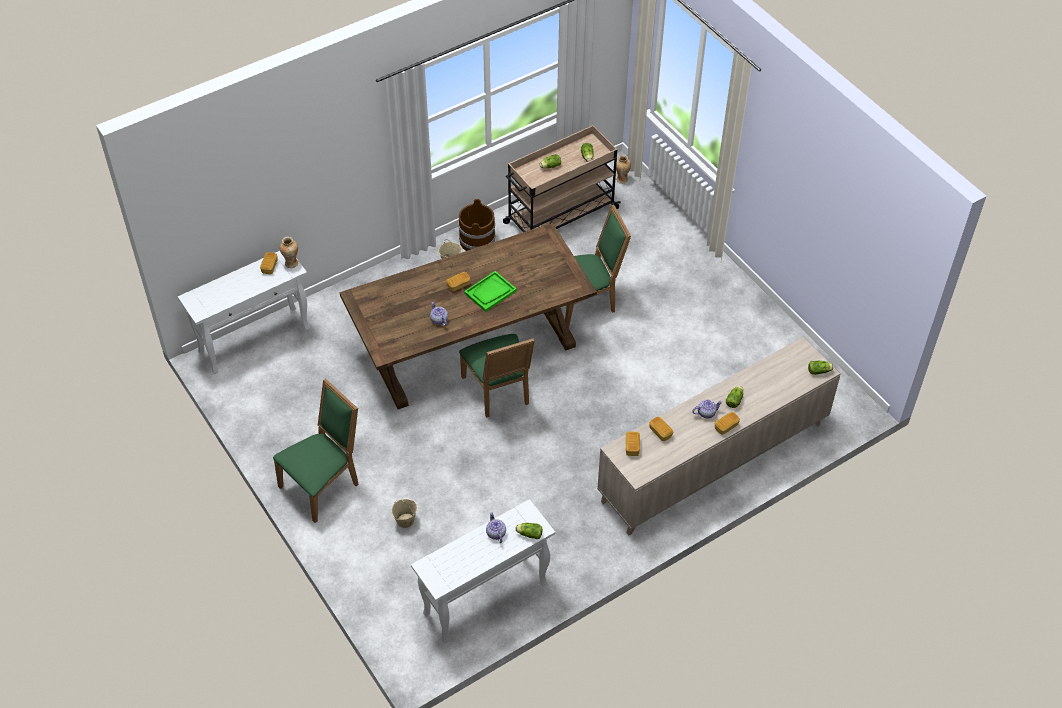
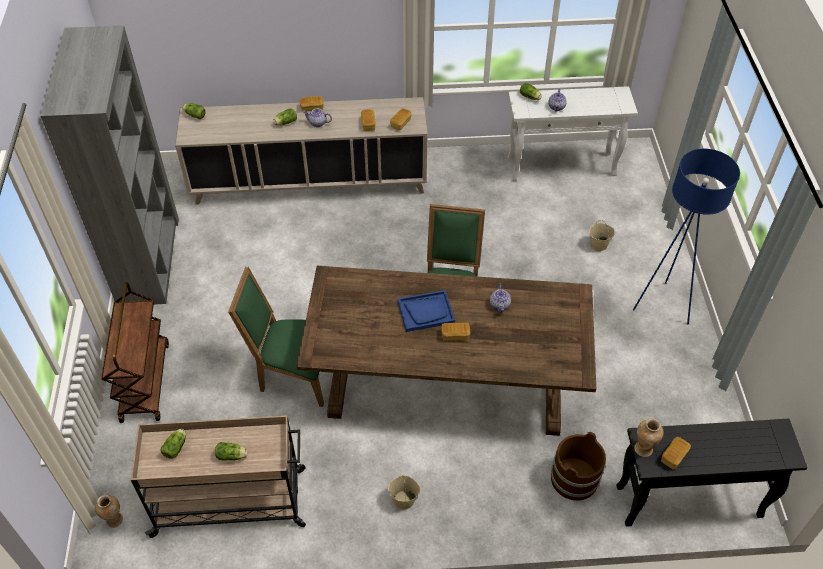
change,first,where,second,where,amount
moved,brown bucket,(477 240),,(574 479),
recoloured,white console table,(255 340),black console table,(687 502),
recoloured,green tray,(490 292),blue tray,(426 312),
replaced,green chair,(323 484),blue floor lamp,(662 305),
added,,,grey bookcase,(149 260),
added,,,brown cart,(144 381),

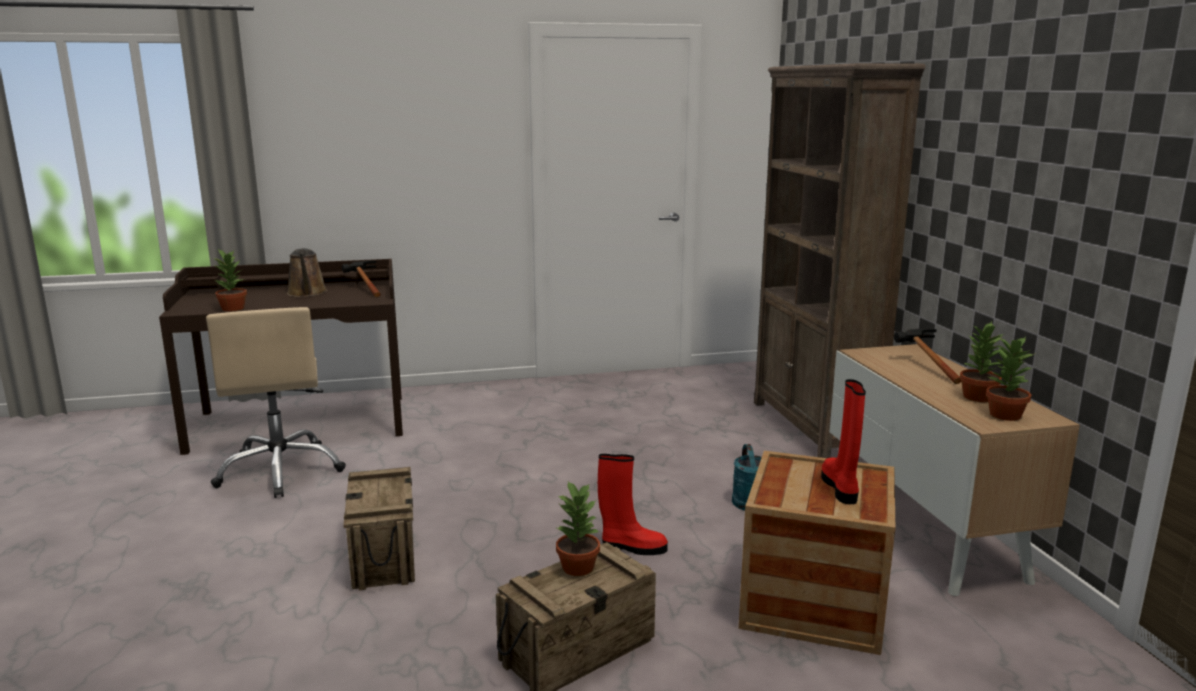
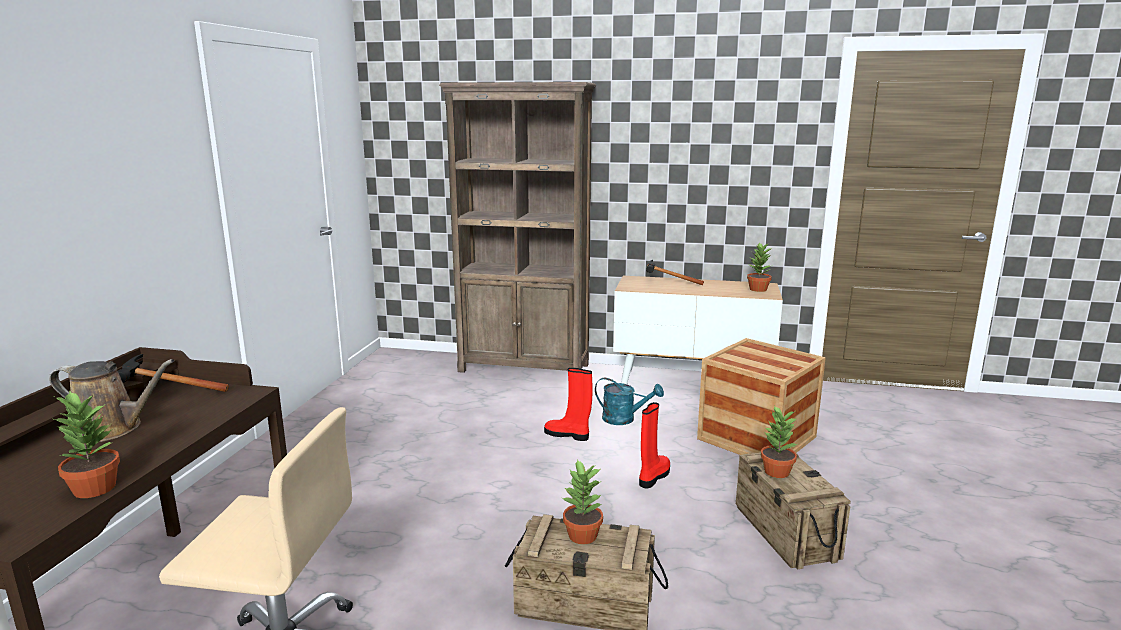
change,first,where,second,where,amount
moved,potted plant,(977 397),,(582 536),
moved,red boot,(841 488),,(568 435),

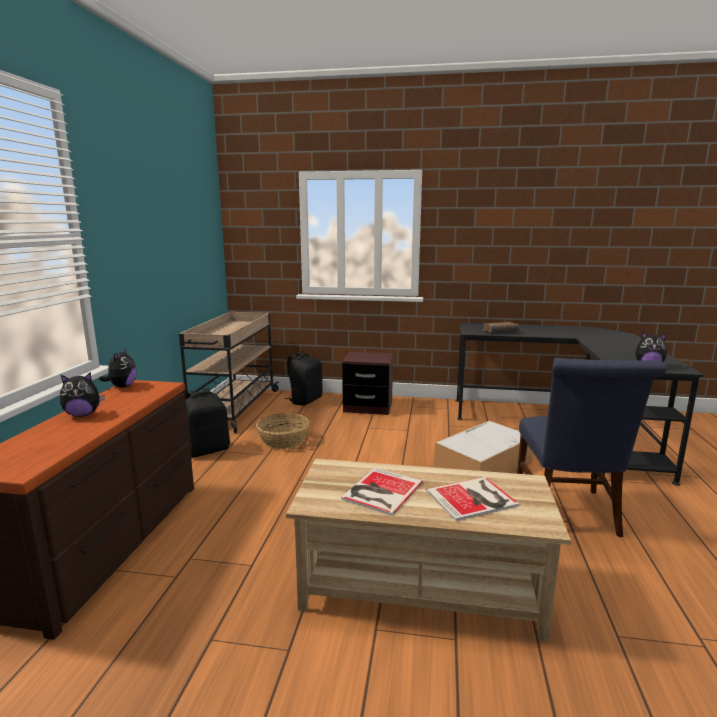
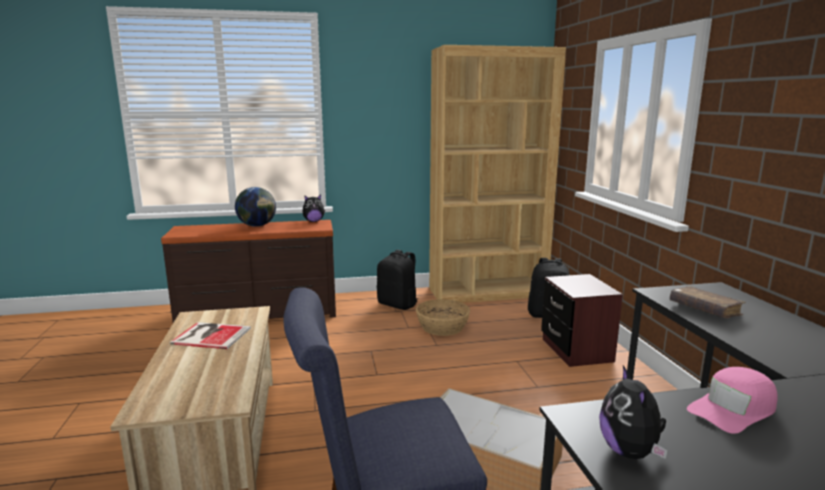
change,first,where,second,where,amount
replaced,beige cart,(234 409),brown bookcase,(487 292),
replaced,plush toy,(83 414),globe,(257 226),
removed,book,(474 498),,,
added,,,pink cap,(733 409),

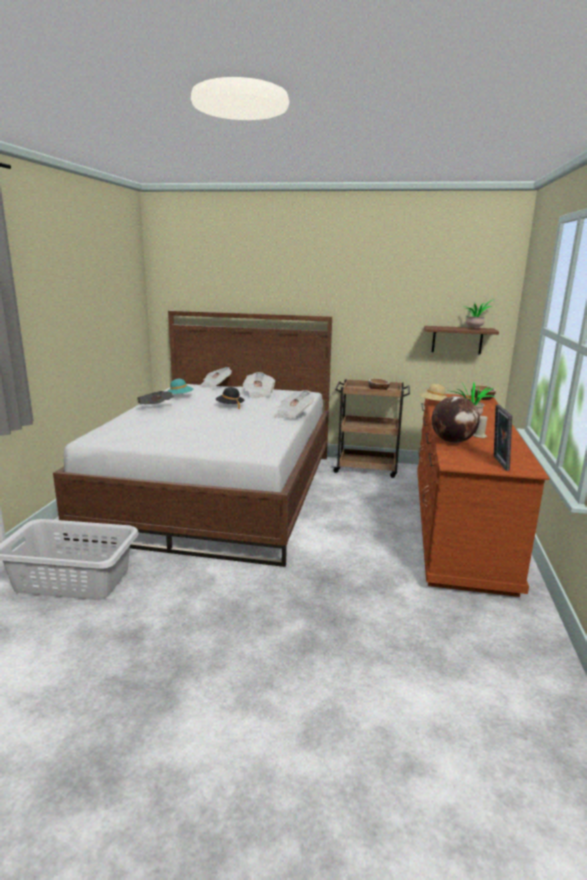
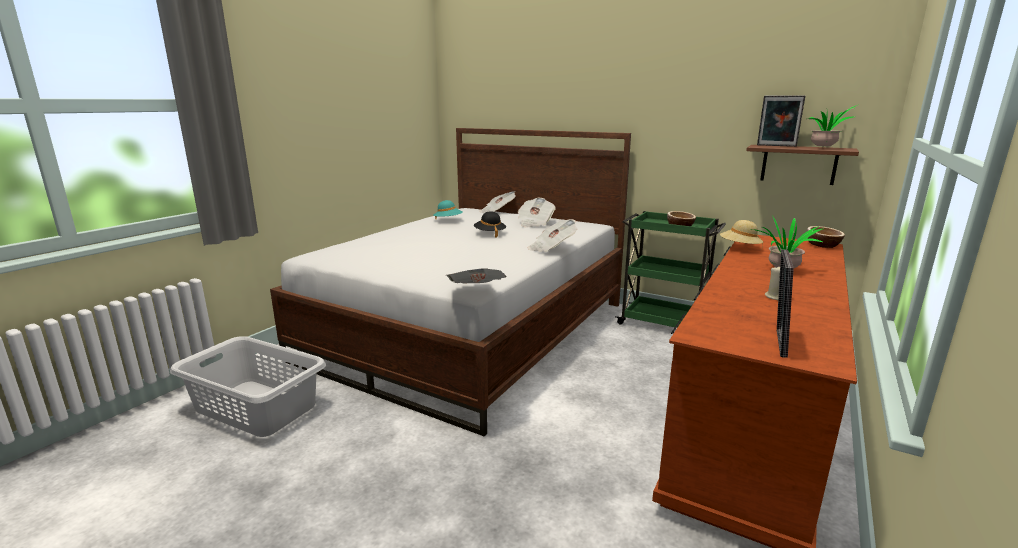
change,first,where,second,where,amount
recoloured,brown cart,(367 468),green cart,(663 323),
moved,newspaper,(156 408),,(477 292),
removed,globe,(452 441),,,
added,,,picture frame,(776 146),

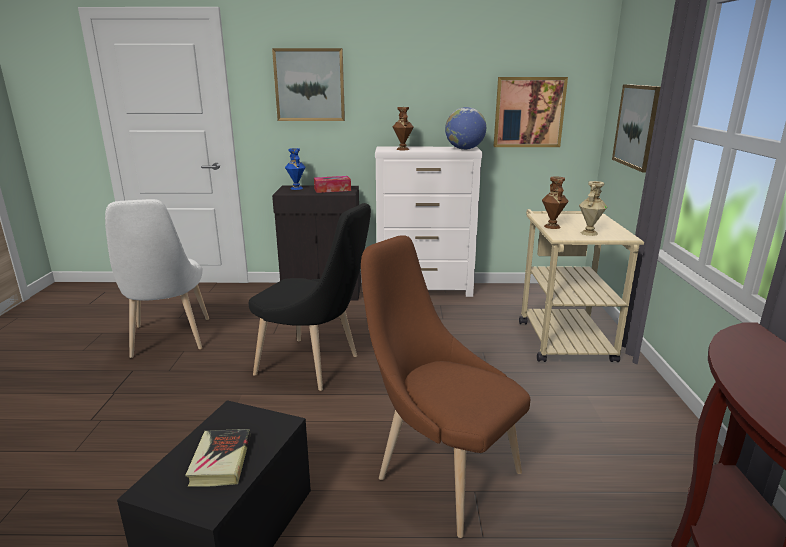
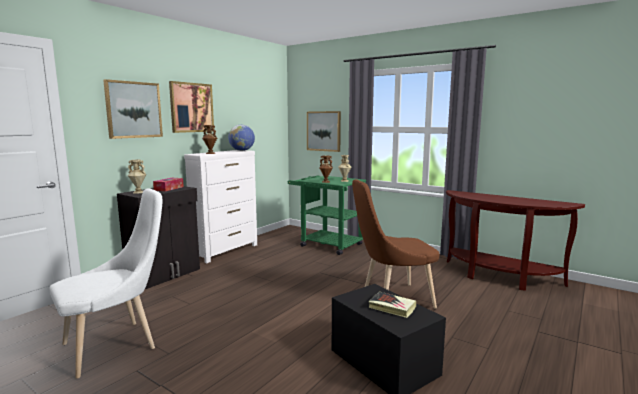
change,first,where,second,where,amount
moved,picture,(529 112),,(191 107),
recoloured,blue vase,(296 188),beige vase,(138 192),
turned,white chair,(169 340),,(116 345),60 degrees counterclockwise
removed,black chair,(314 366),,,
recoloured,beige cart,(561 336),green cart,(326 244),

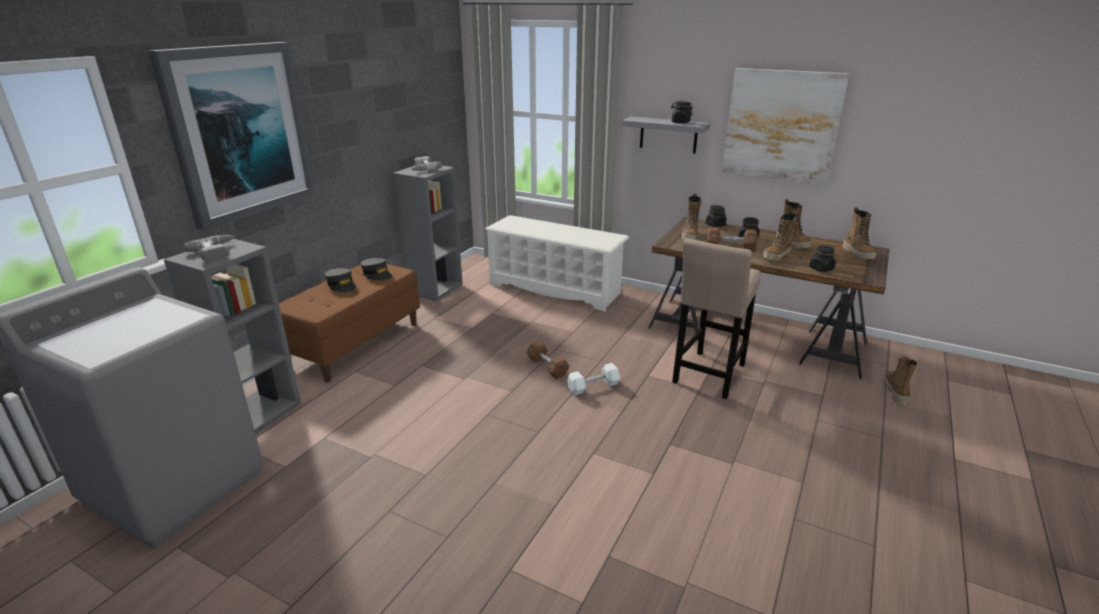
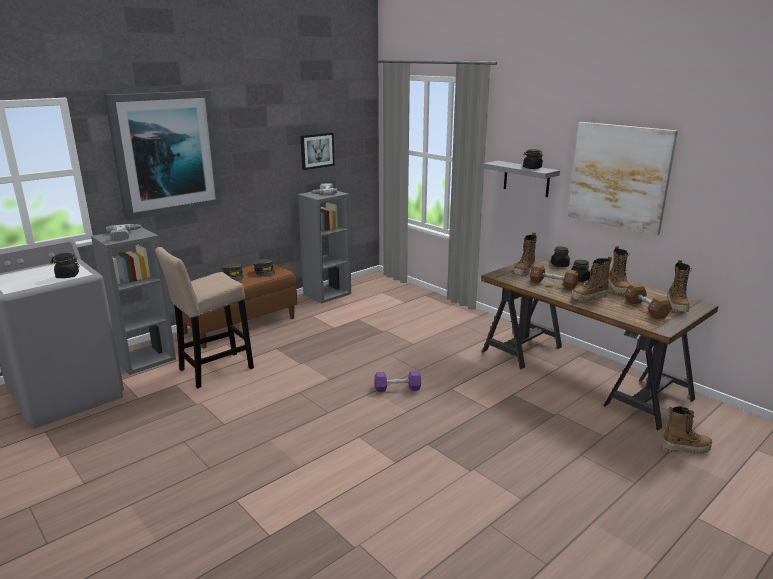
change,first,where,second,where,amount
removed,white shoe rack,(555 289),,,
moved,beige stool,(708 376),,(212 370),
moved,black jar,(821 269),,(67 276),
moved,brown dumbbell,(547 367),,(645 309),
turned,boot,(895 392),,(685 448),60 degrees clockwise
recoloured,white dumbbell,(593 387),purple dumbbell,(397 388),
added,,,picture,(317 150),

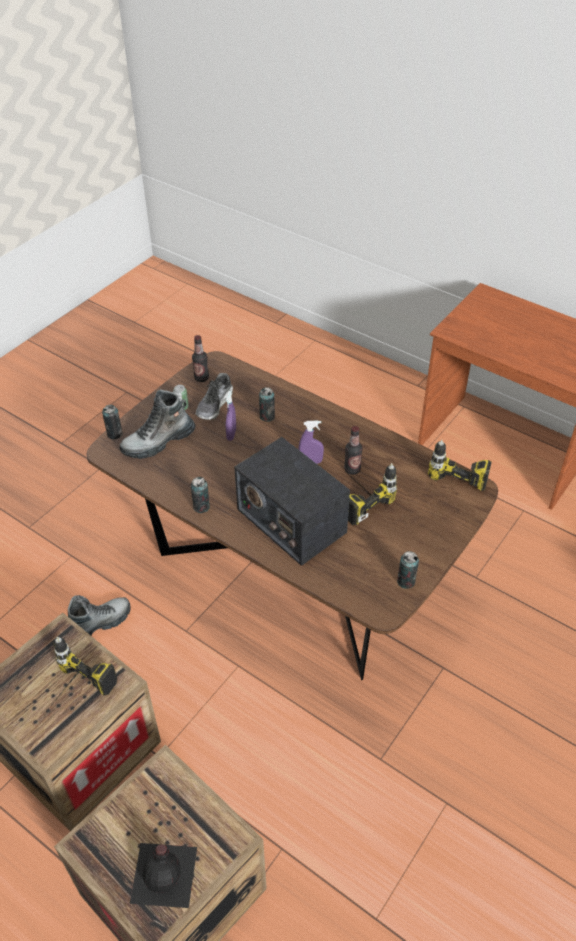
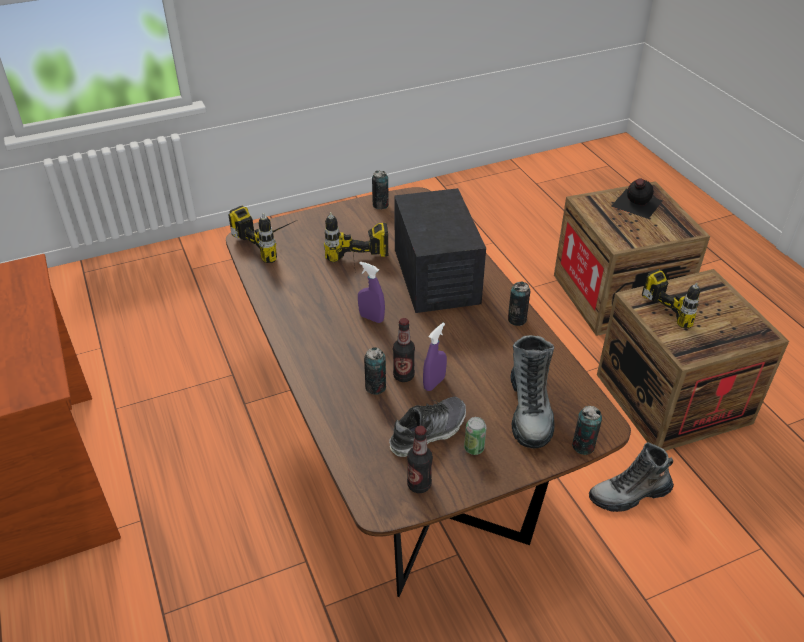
change,first,where,second,where,amount
turned,boot,(158 442),,(529 410),90 degrees clockwise
moved,bottle,(352 469),,(403 376),

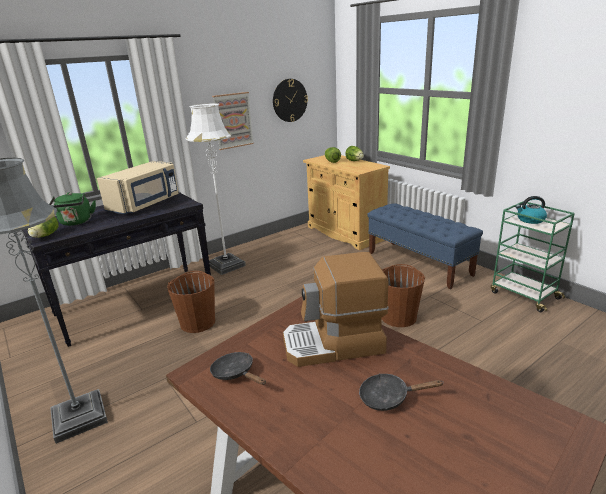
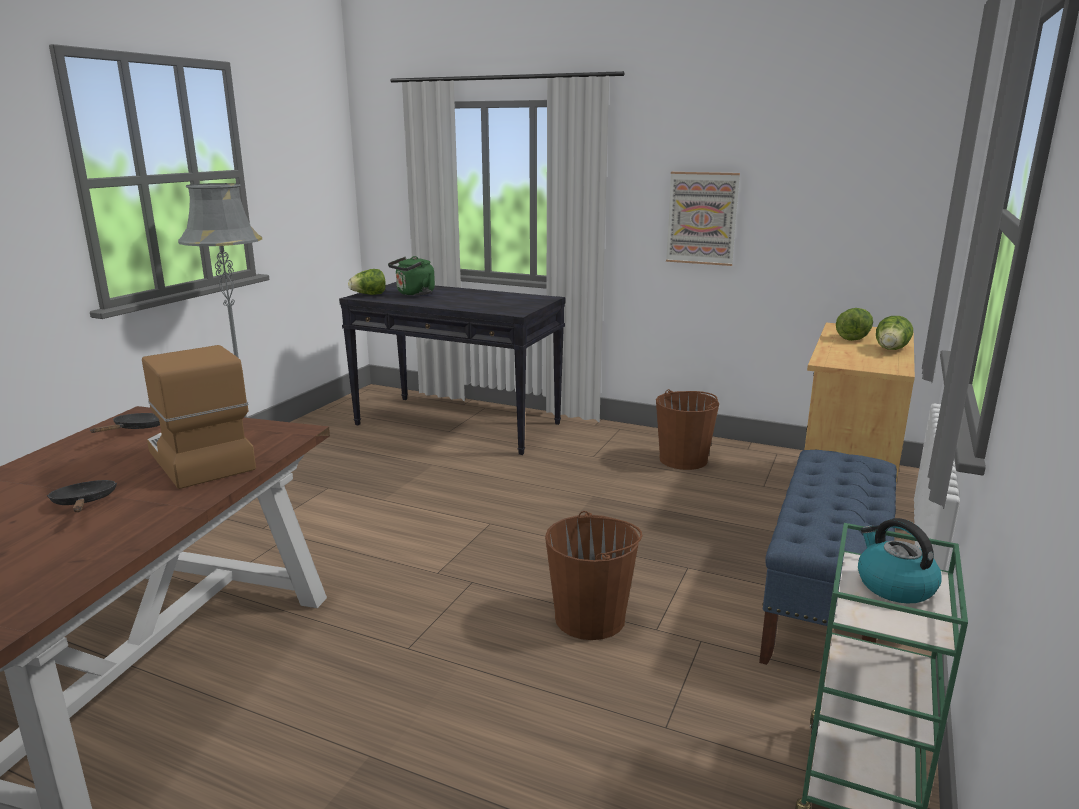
change,first,where,second,where,amount
removed,wall clock,(289 100),,,
removed,white floor lamp,(226 265),,,
removed,beige microwave,(146 204),,,
moved,brown bucket,(198 322),,(683 459),

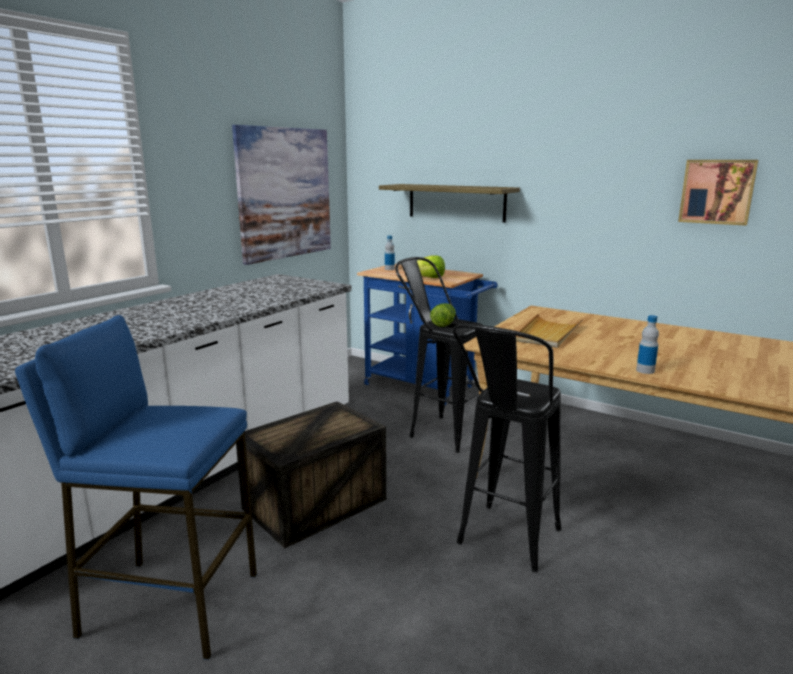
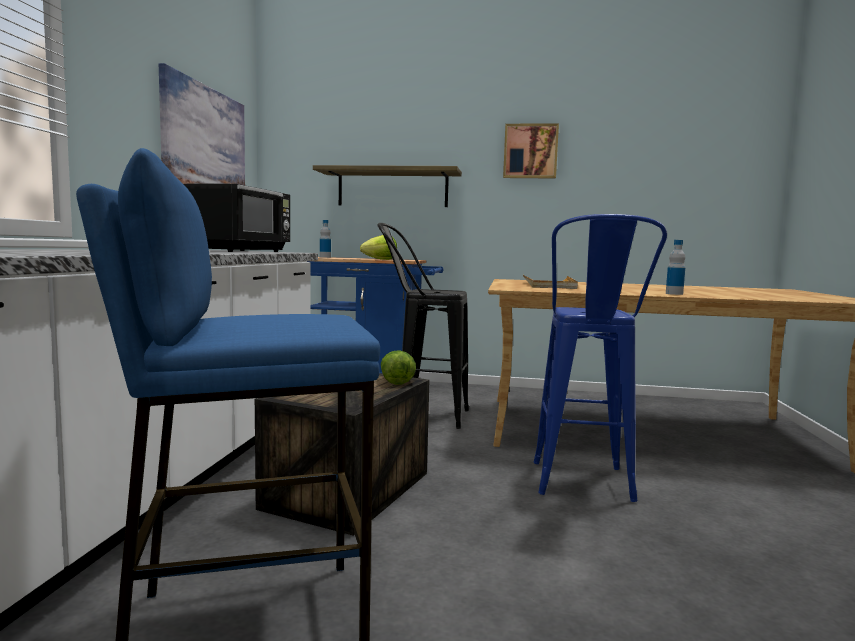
change,first,where,second,where,amount
moved,picture,(717 191),,(530 151),
moved,lettuce,(443 323),,(396 380),
recoloured,black stool,(503 545),blue stool,(583 488),
added,,,black microwave,(239 251),

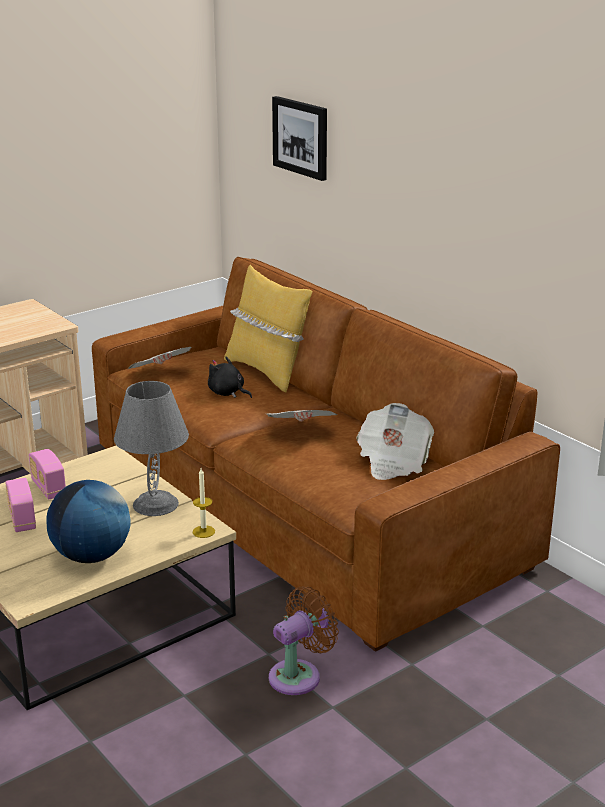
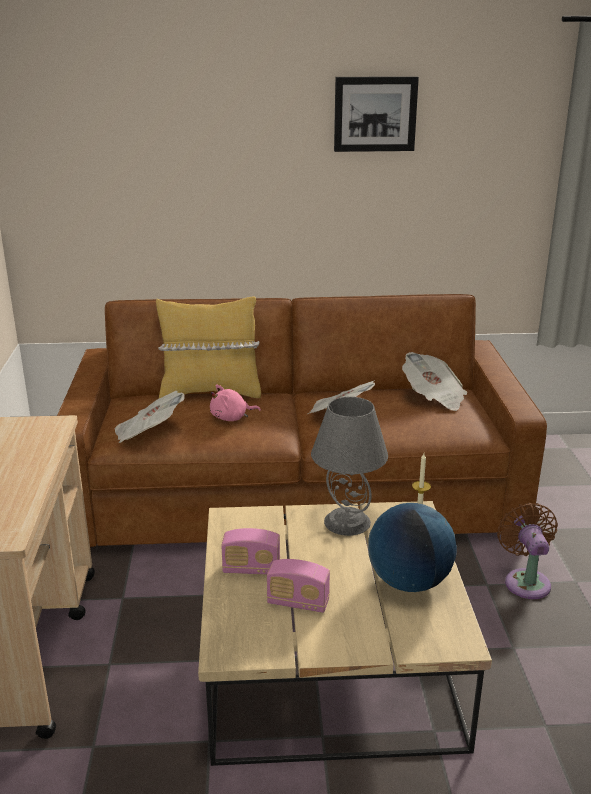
change,first,where,second,where,amount
moved,picture,(301 137),,(375 114),
recoloured,black plush toy,(228 393),pink plush toy,(231 418),

